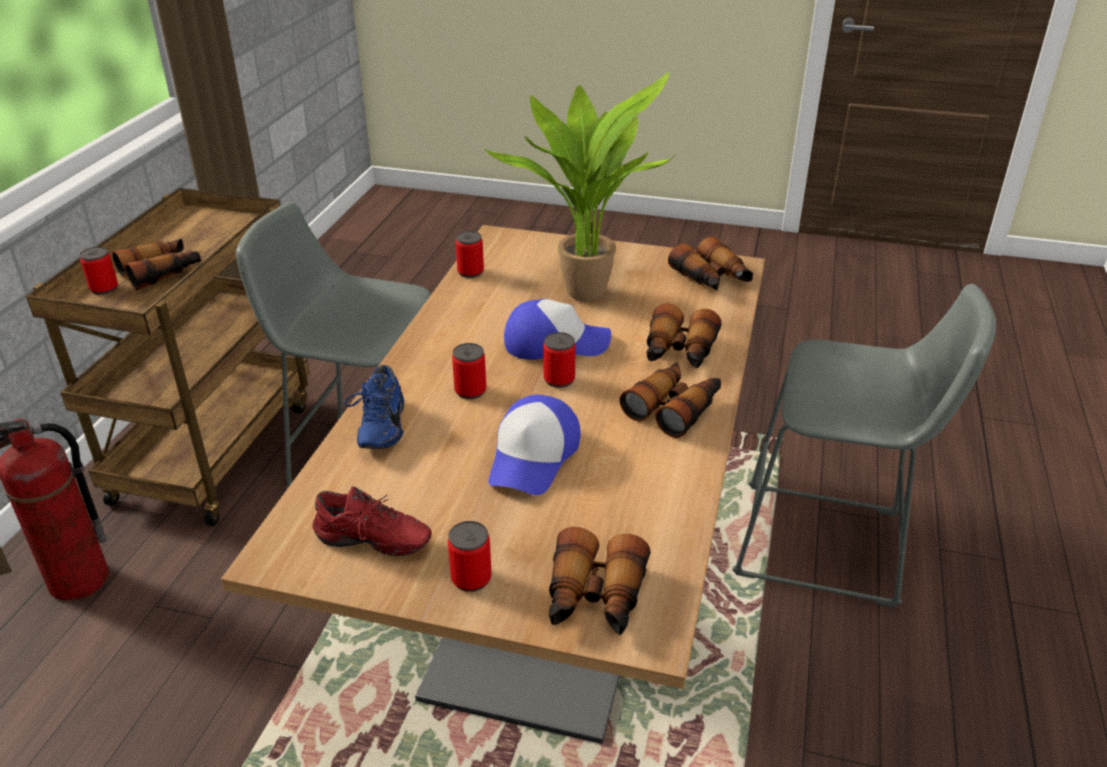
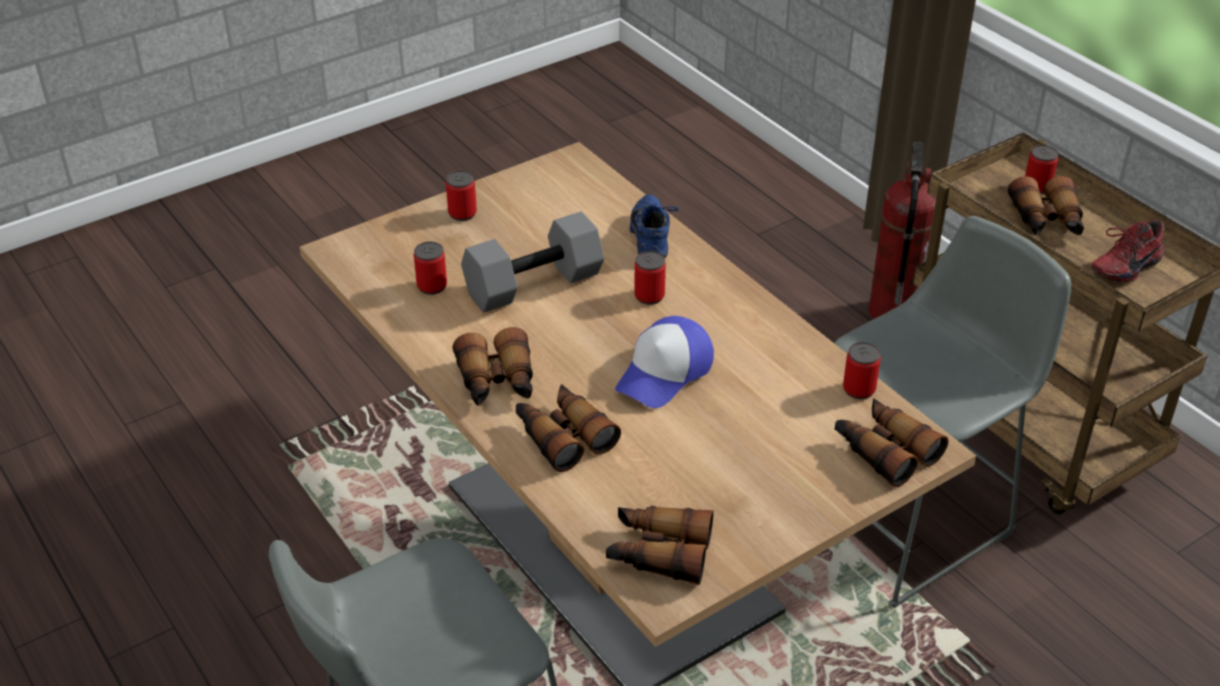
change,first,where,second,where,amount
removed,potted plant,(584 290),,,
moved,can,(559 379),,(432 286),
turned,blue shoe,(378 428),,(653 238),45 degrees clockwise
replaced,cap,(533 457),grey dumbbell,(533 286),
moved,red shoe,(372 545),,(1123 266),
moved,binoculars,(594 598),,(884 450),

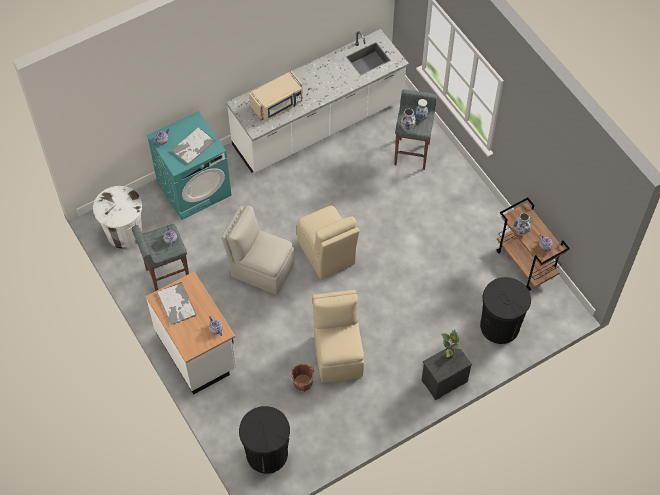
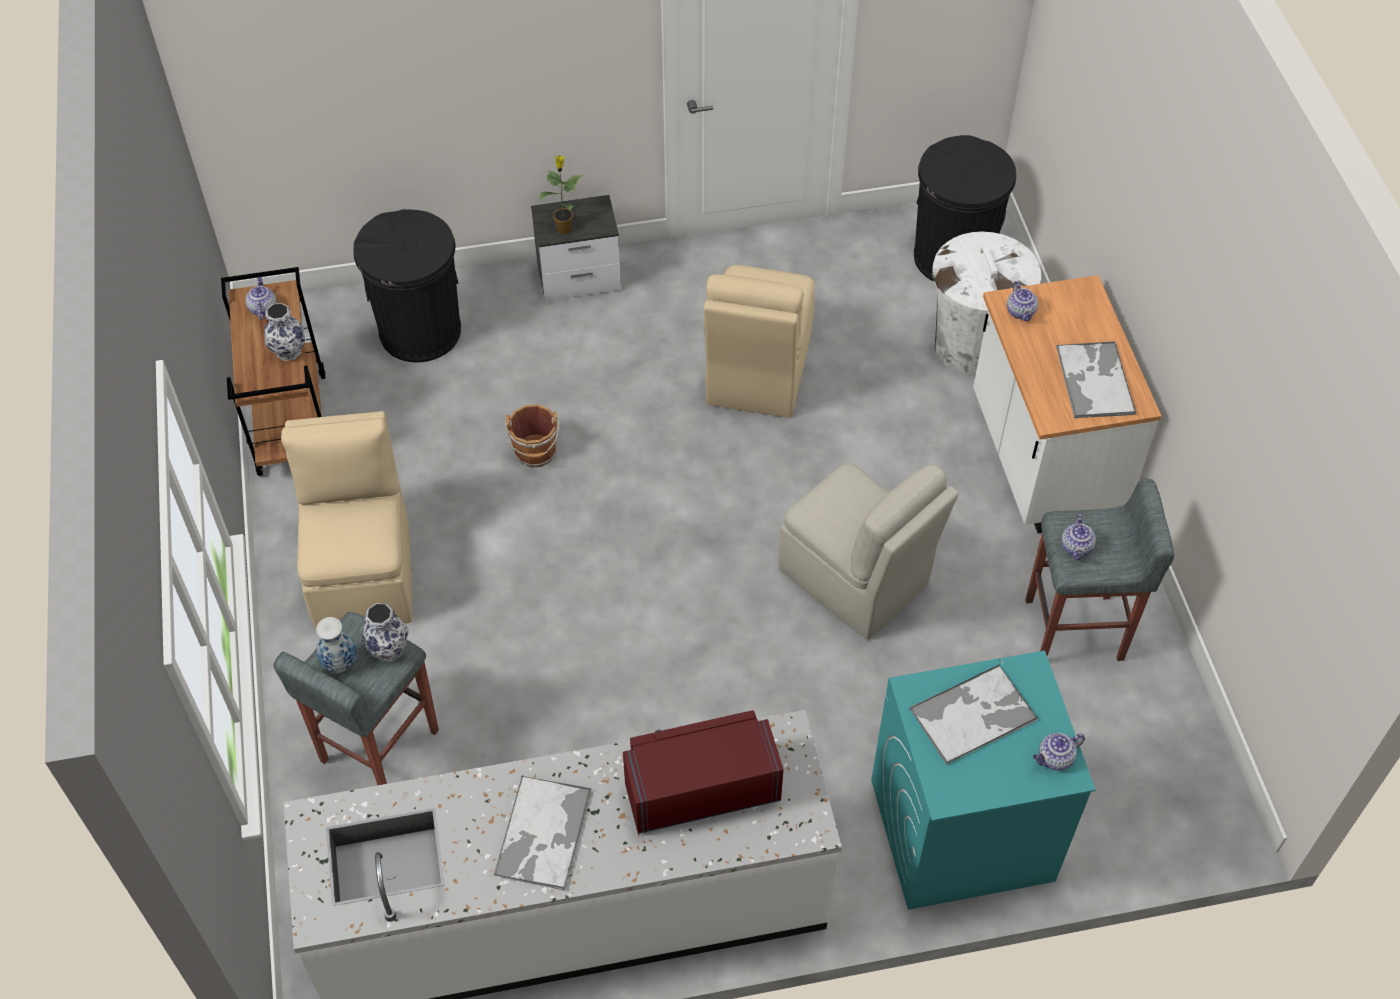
change,first,where,second,where,amount
recoloured,beige microwave,(277 105),red microwave,(700 789),
moved,white trash can,(124 233),,(972 346),
moved,beige chair,(327 254),,(364 574),
moved,brown bucket,(302 382),,(536 453),
added,,,tray,(543 834),

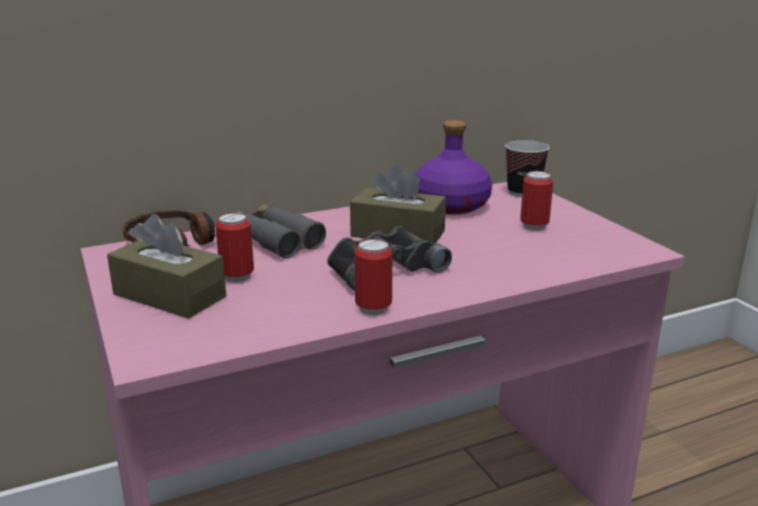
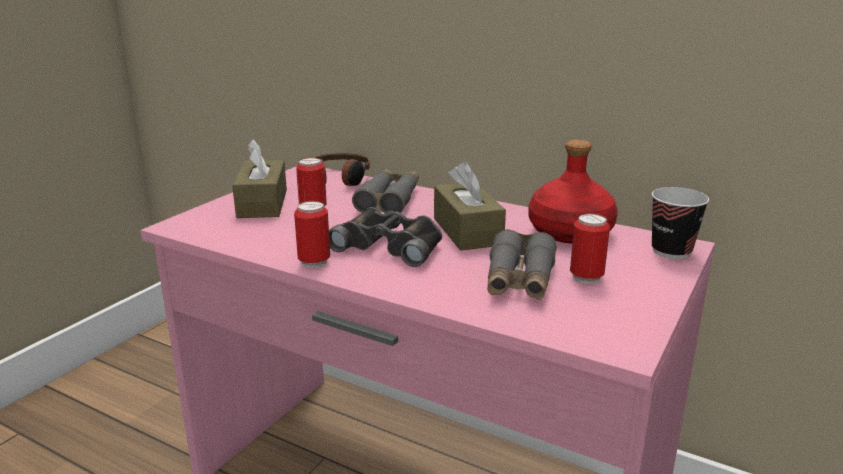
change,first,where,second,where,amount
recoloured,purple bottle,(451 206),red bottle,(569 232),
added,,,grey binoculars,(519 280),

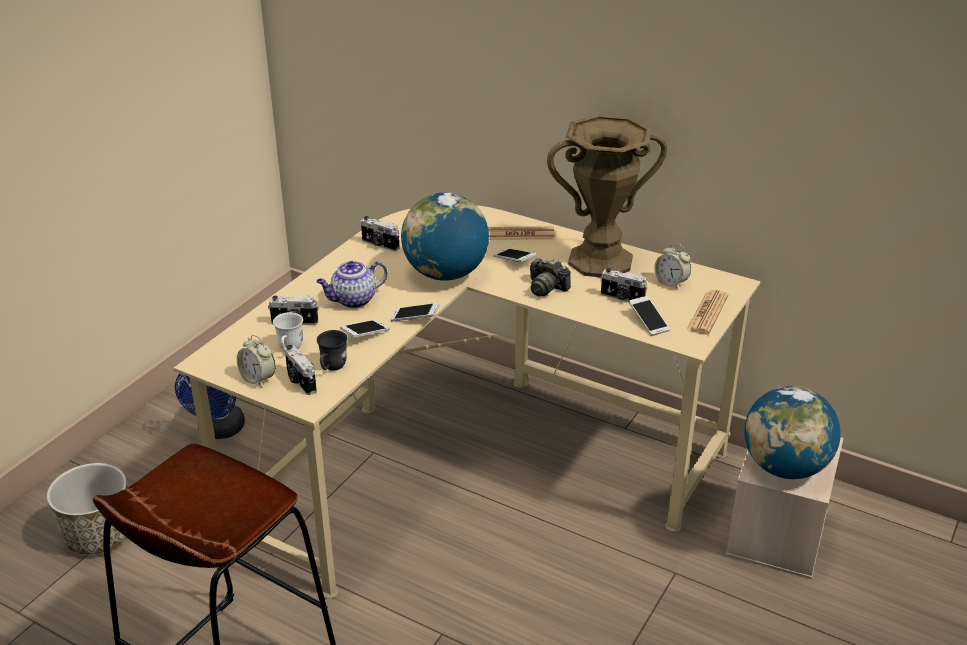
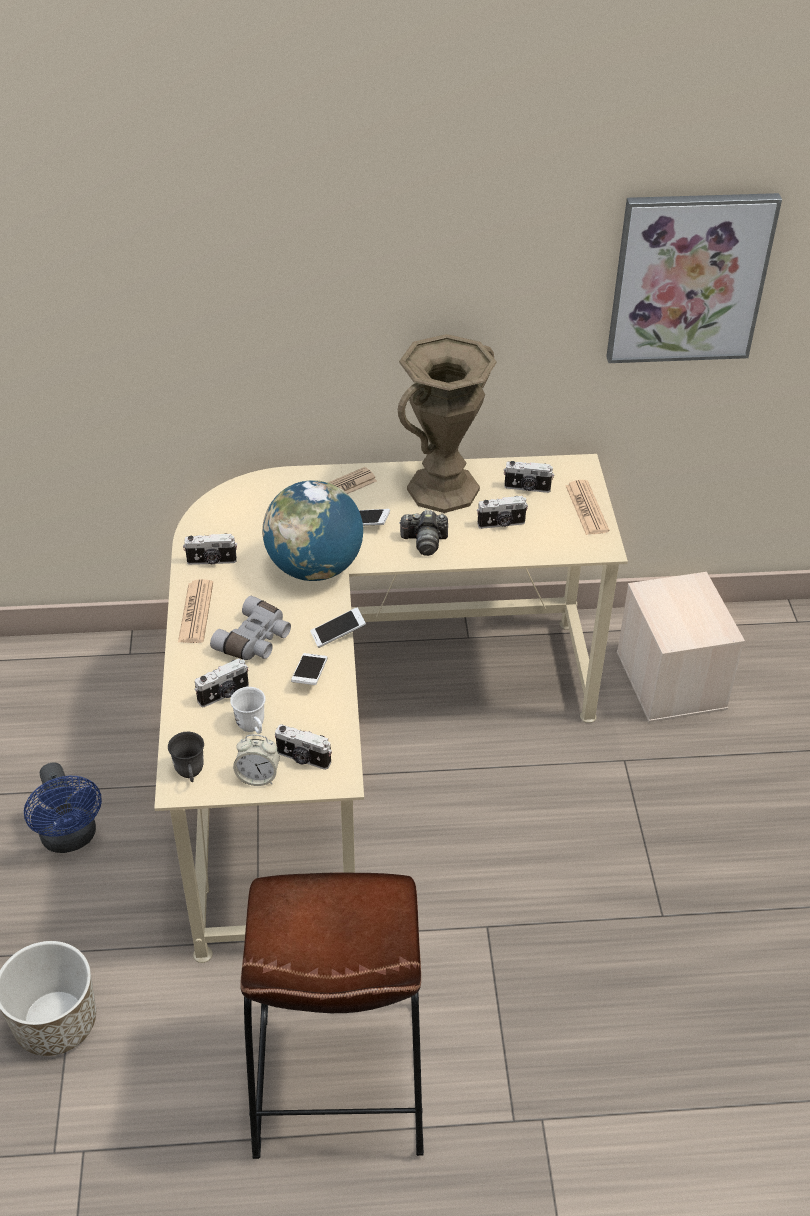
change,first,where,second,where,amount
replaced,alarm clock,(671 283),photo camera,(527 488),
replaced,teapot,(353 300),grey binoculars,(255 640),
removed,phone,(648 322),,,
moved,grey mug,(331 368),,(190 774),
removed,globe,(785 467),,,
added,,,picture,(688 278),
added,,,newspaper,(196 612),

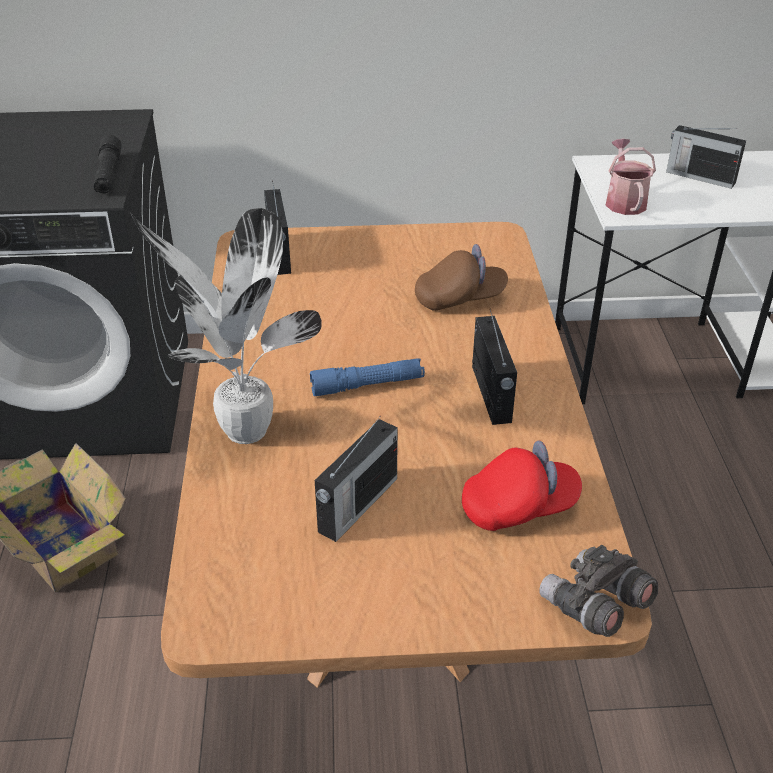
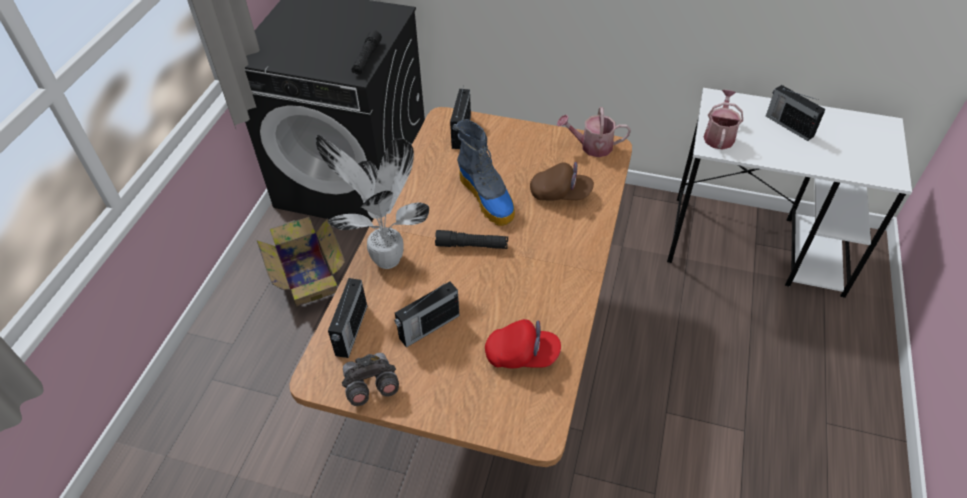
change,first,where,second,where,amount
moved,radio,(491 395),,(351 331),
recoloured,blue flashlight,(367 385),black flashlight,(472 245),
moved,grey binoculars,(594 606),,(370 386),
added,,,watering can,(591 146),
added,,,boot,(487 198),

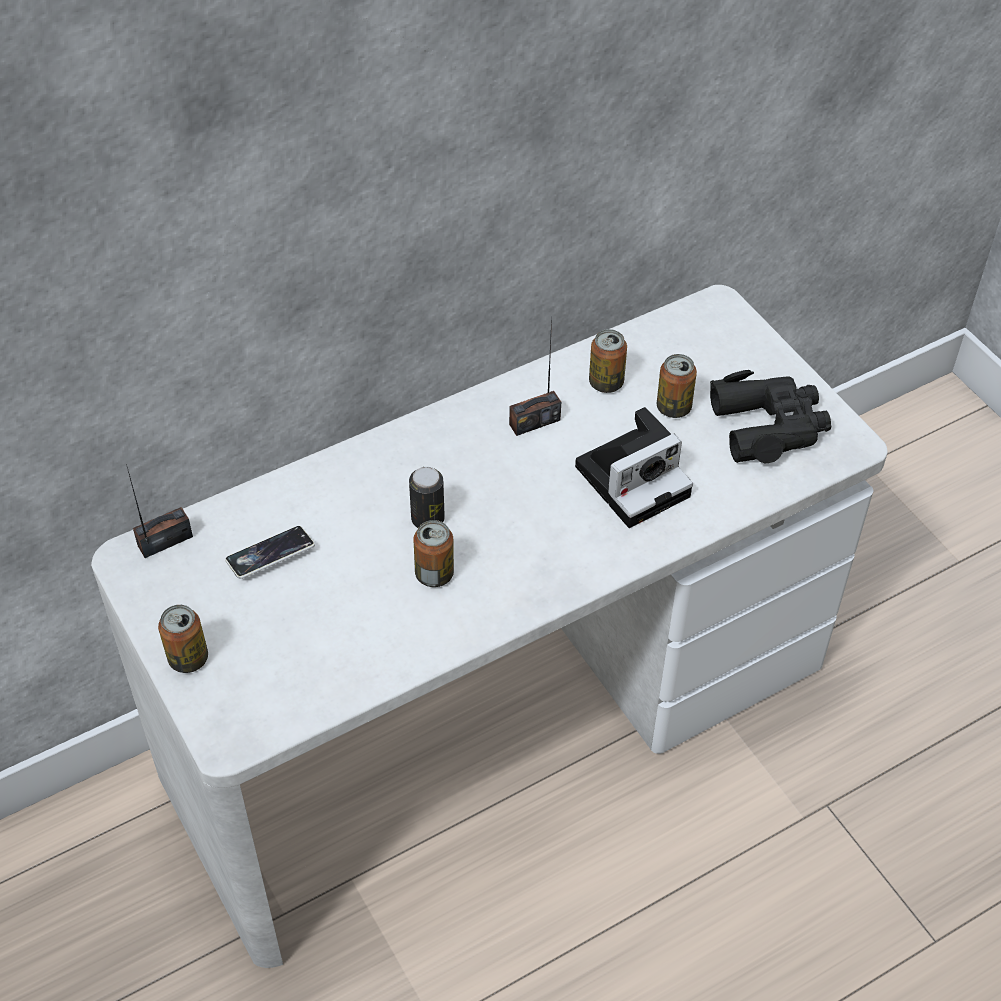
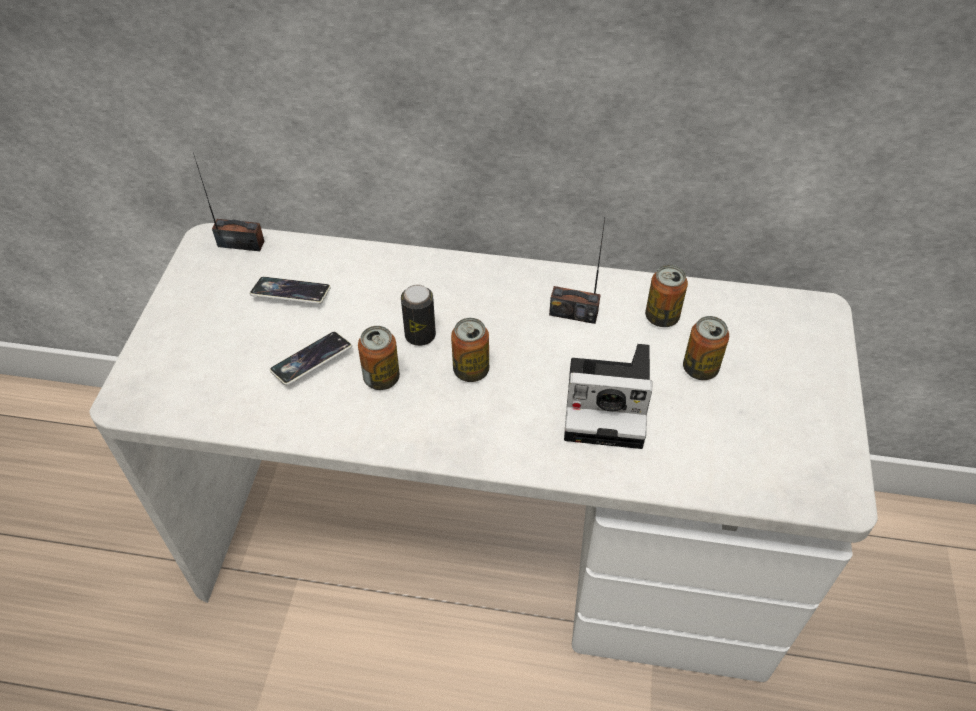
change,first,where,second,where,amount
removed,black binoculars,(769 426),,,
moved,can,(188 658),,(471 370),
added,,,phone,(312 361),

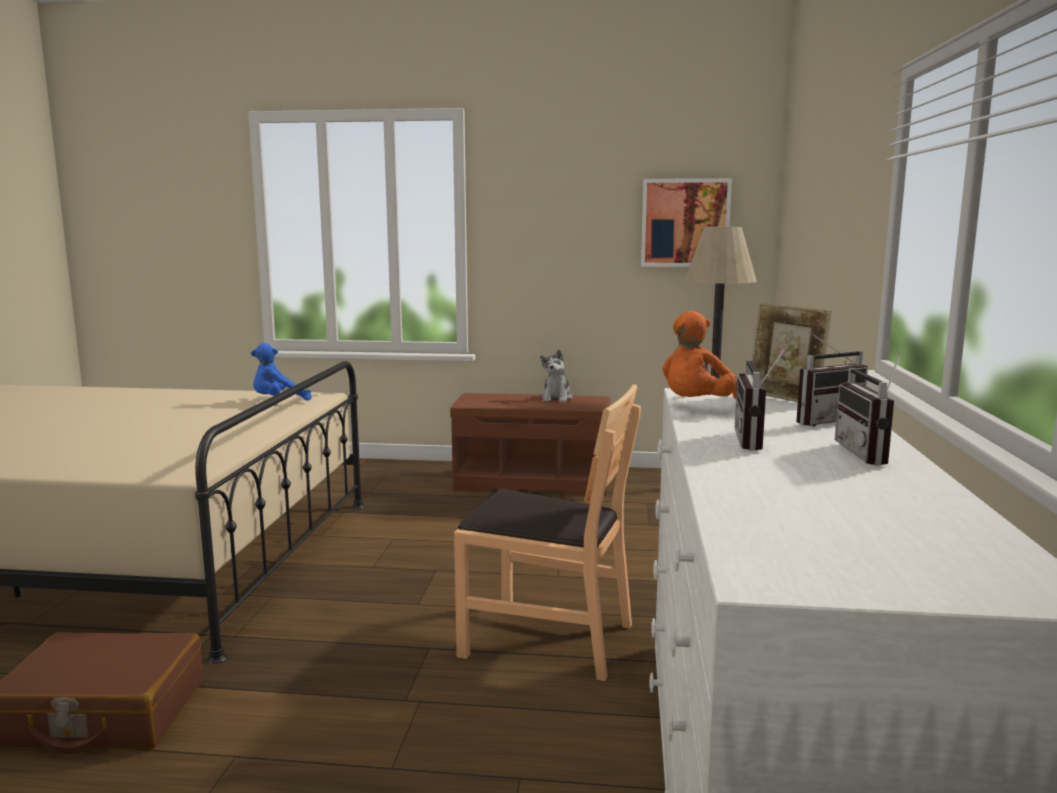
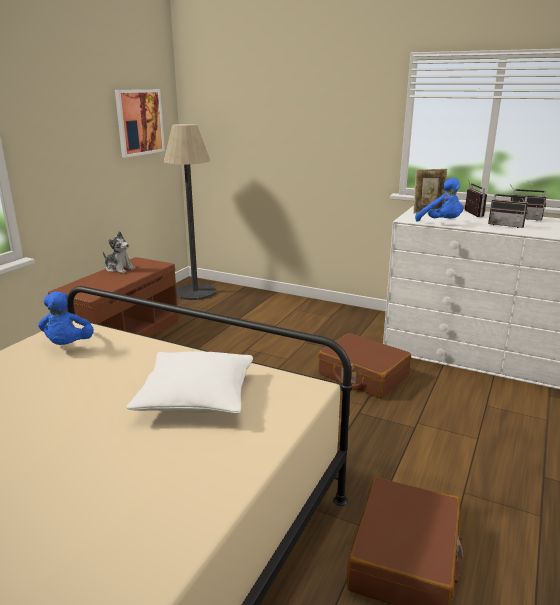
change,first,where,second,where,amount
recoloured,orange plush toy,(695 407),blue plush toy,(441 223),
replaced,brown chair,(547 638),brown suitcase,(363 376),
added,,,white pillow,(196 397),

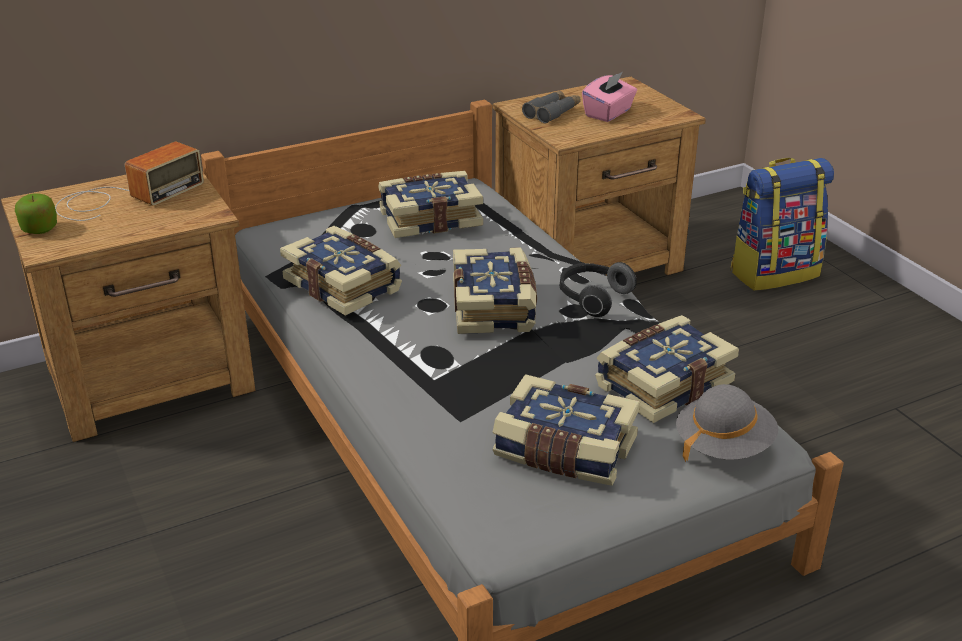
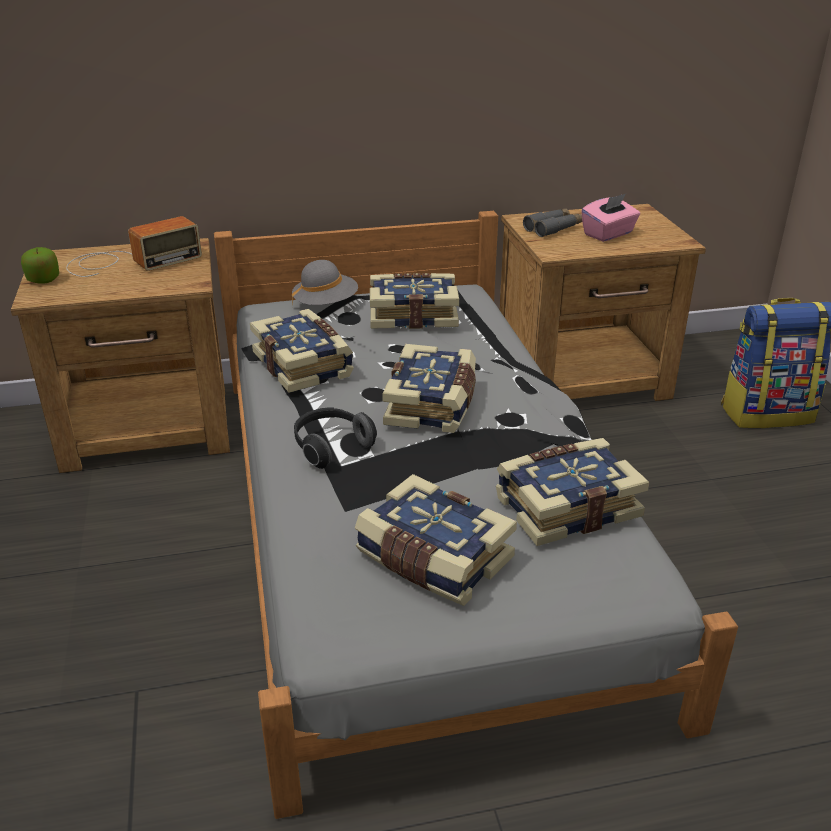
change,first,where,second,where,amount
moved,headphones,(592 298),,(330 447),
moved,grey hat,(723 445),,(326 304),

